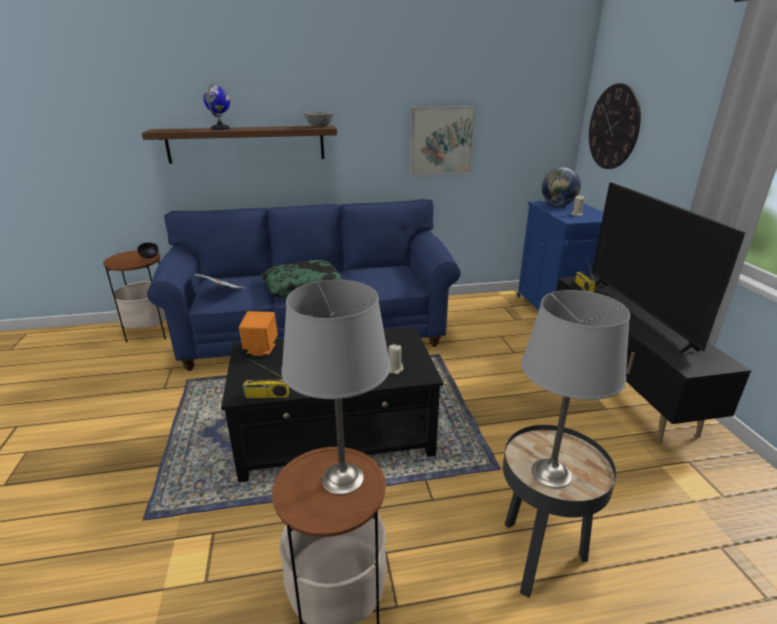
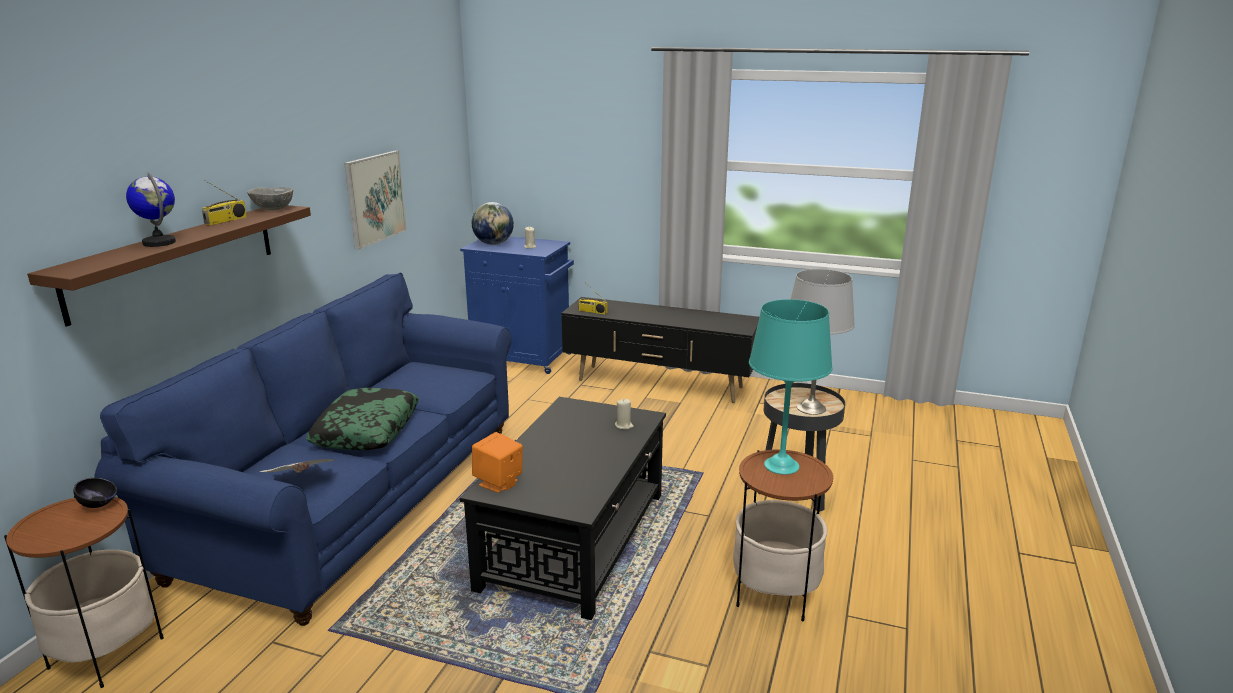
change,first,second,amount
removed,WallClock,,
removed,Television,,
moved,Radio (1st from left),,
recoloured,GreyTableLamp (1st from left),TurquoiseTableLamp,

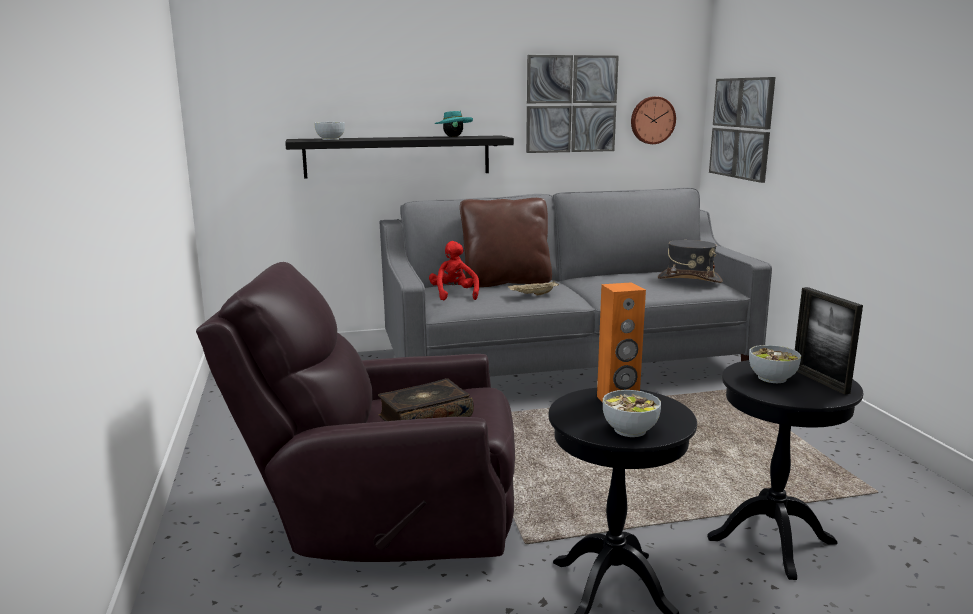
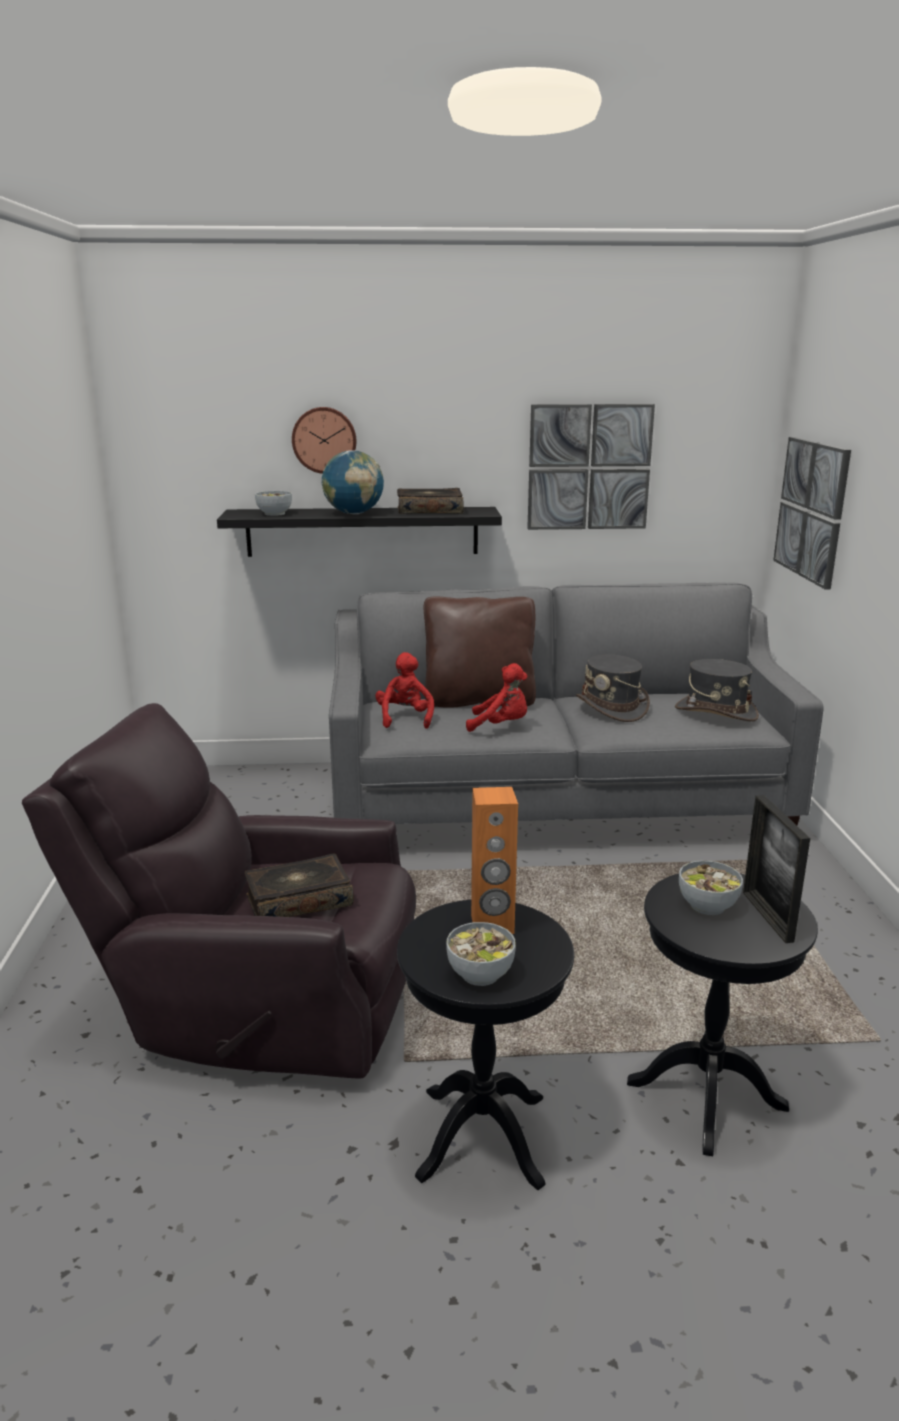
change,first,second,amount
added,,Globe,
added,,GreyHat (1st from left),
moved,WallClock,,
replaced,TurquoiseHat,Book (2nd from left),
replaced,BeigeTray,RedPlushToy (2nd from left),

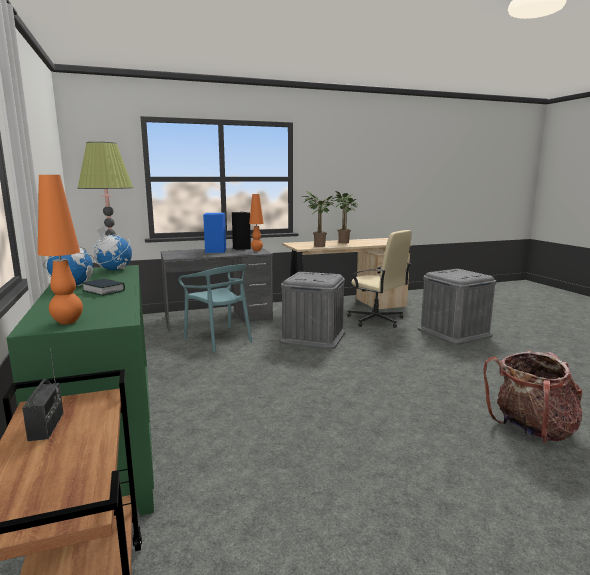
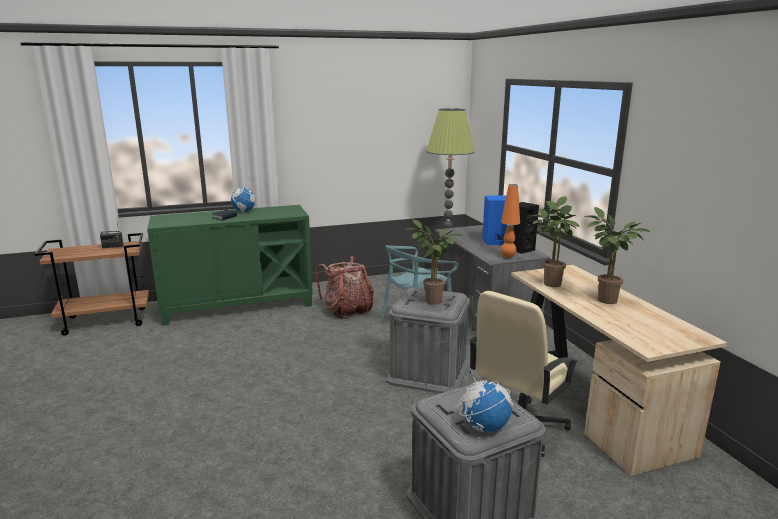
change,first,second,amount
removed,OrangeTableLamp (1st from left),,
added,,PottedPlant (1st from left),
moved,Globe (2nd from left),,
moved,Backpack,,

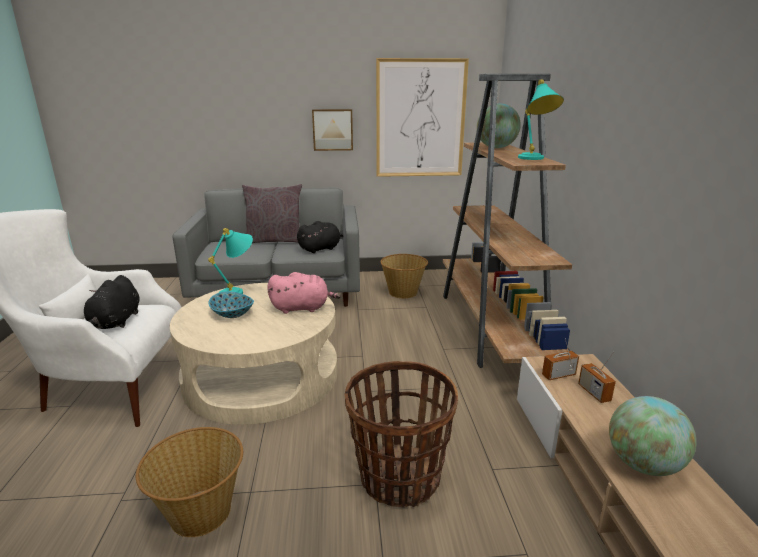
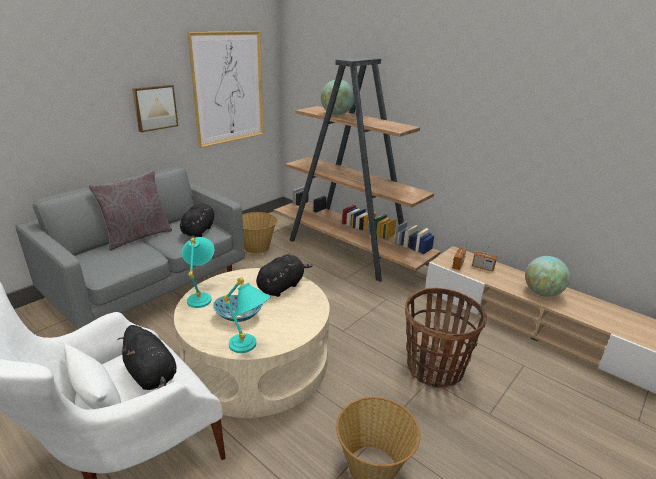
change,first,second,amount
moved,TurquoiseTableLamp (2nd from left),,
recoloured,PinkPlushToy,BlackPlushToy (3rd from left),

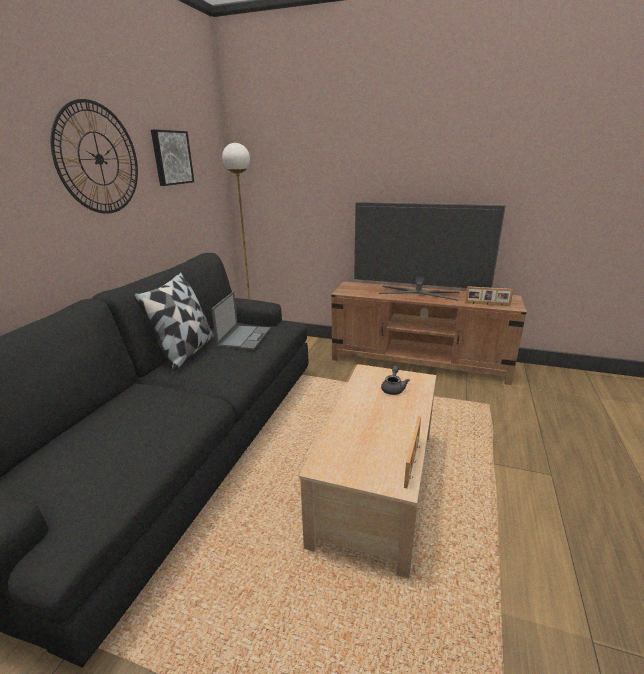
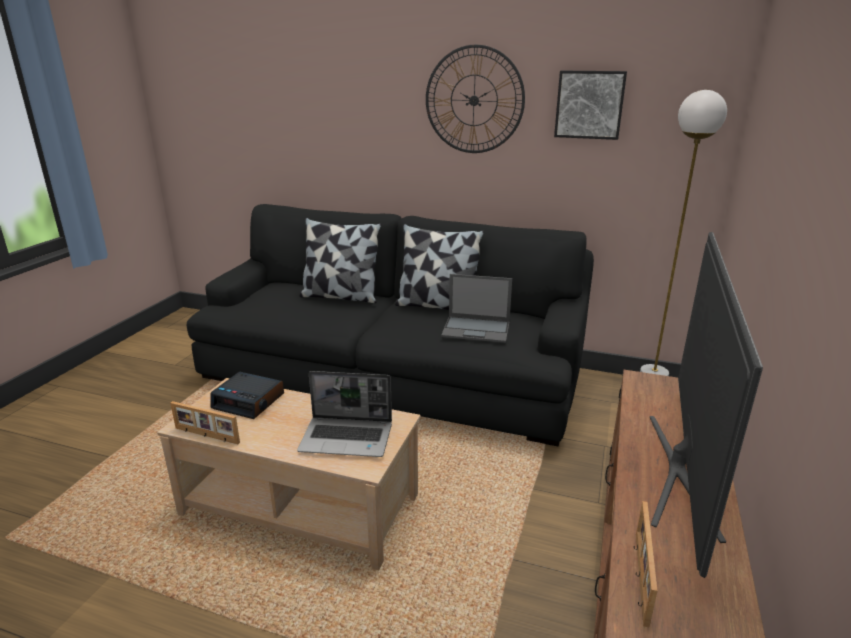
change,first,second,amount
added,,AlarmClock,
added,,Pillow (1st from left),
replaced,GreyTeapot,Laptop (1st from left),

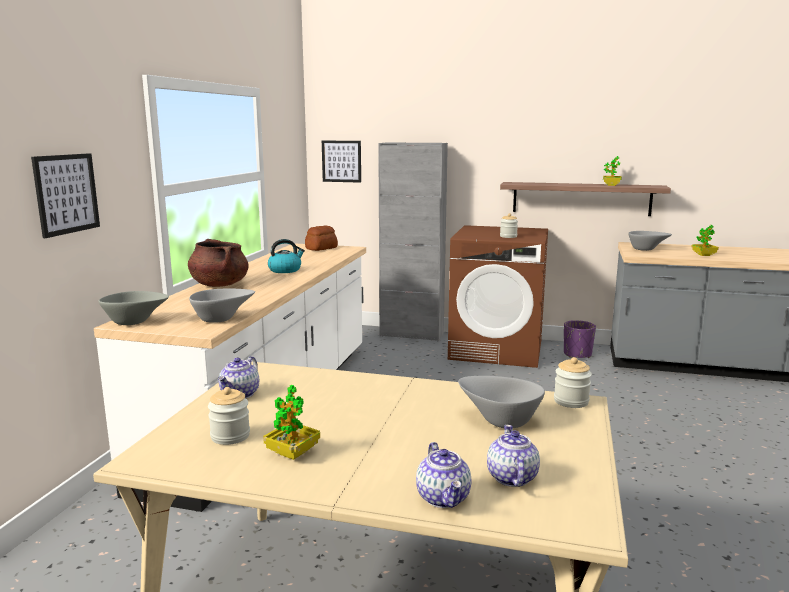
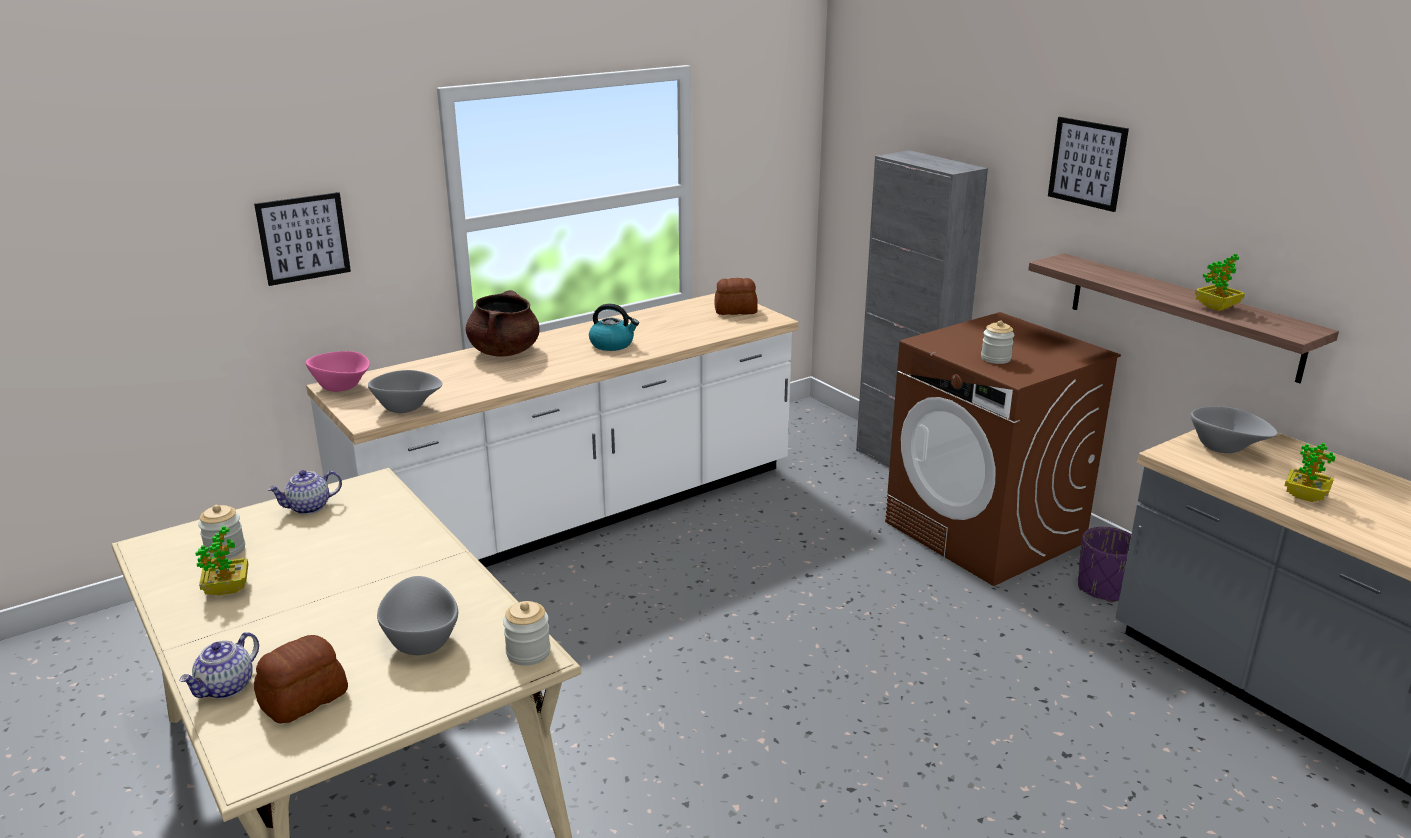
change,first,second,amount
moved,Picture (2nd from left),,
replaced,Teapot (3rd from left),Bread (1st from left),
recoloured,GreyBowl (1st from left),PinkBowl,

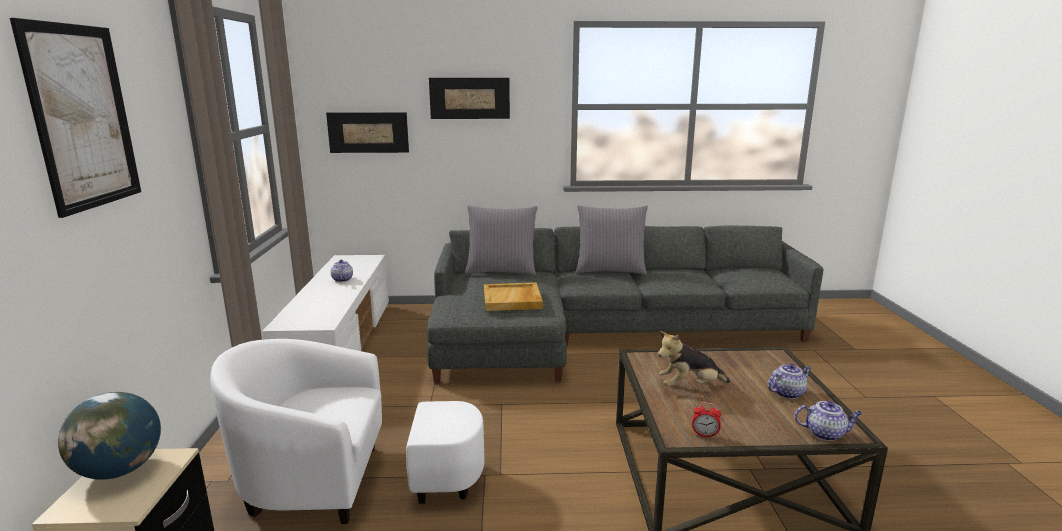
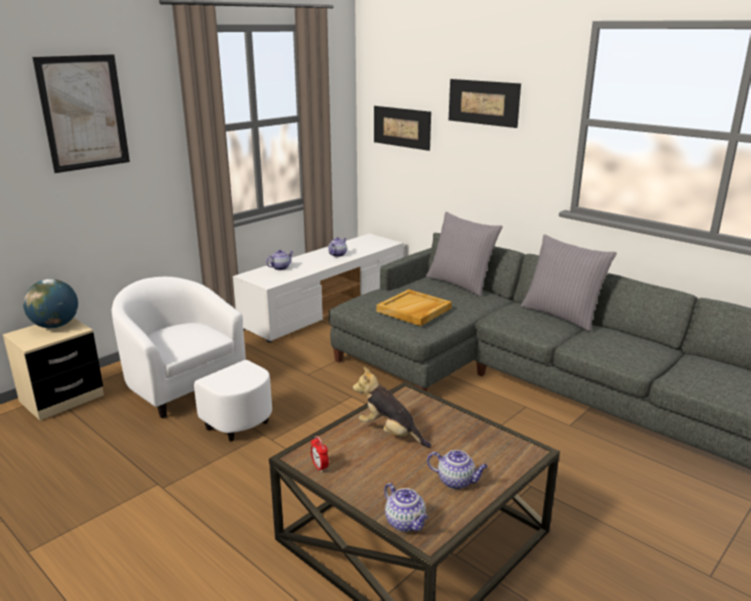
change,first,second,amount
added,,Teapot (1st from left),

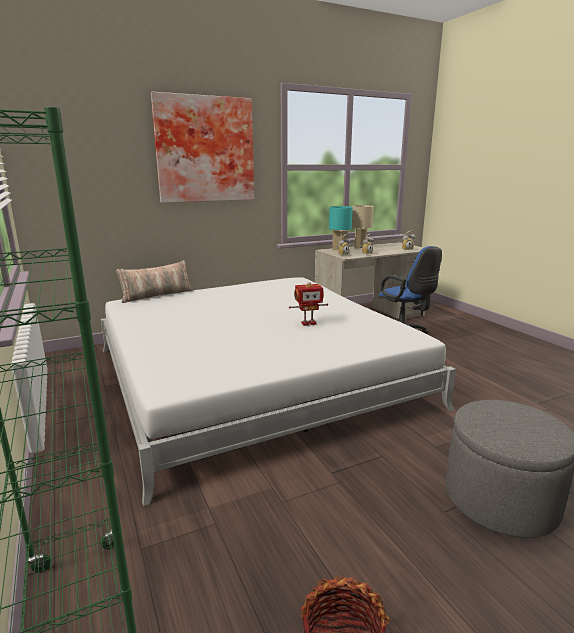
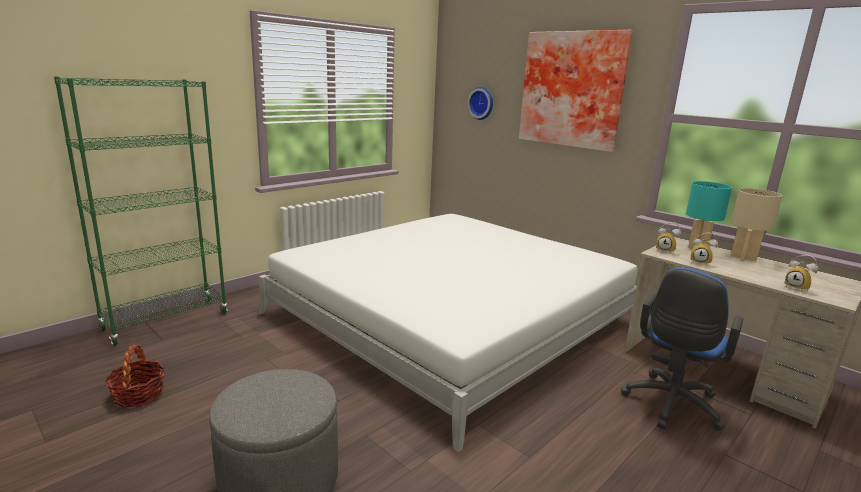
change,first,second,amount
removed,Pillow,,
removed,ToyRobot,,
added,,WallClock,

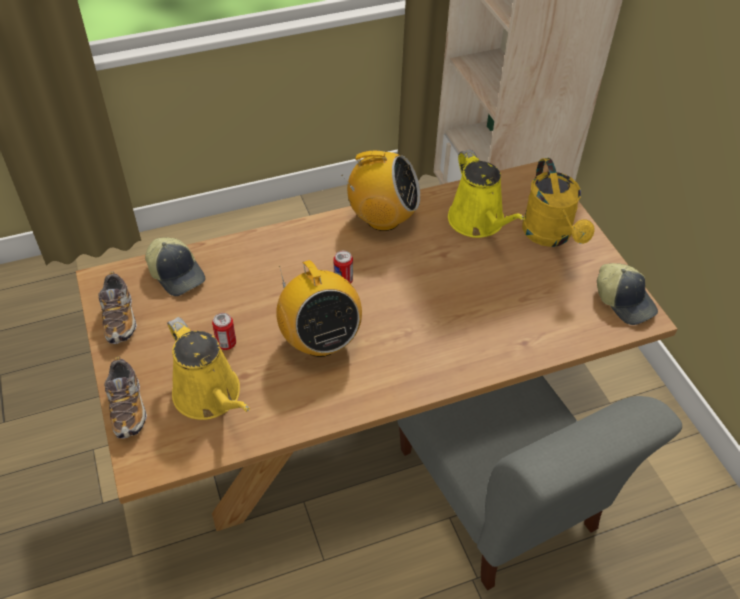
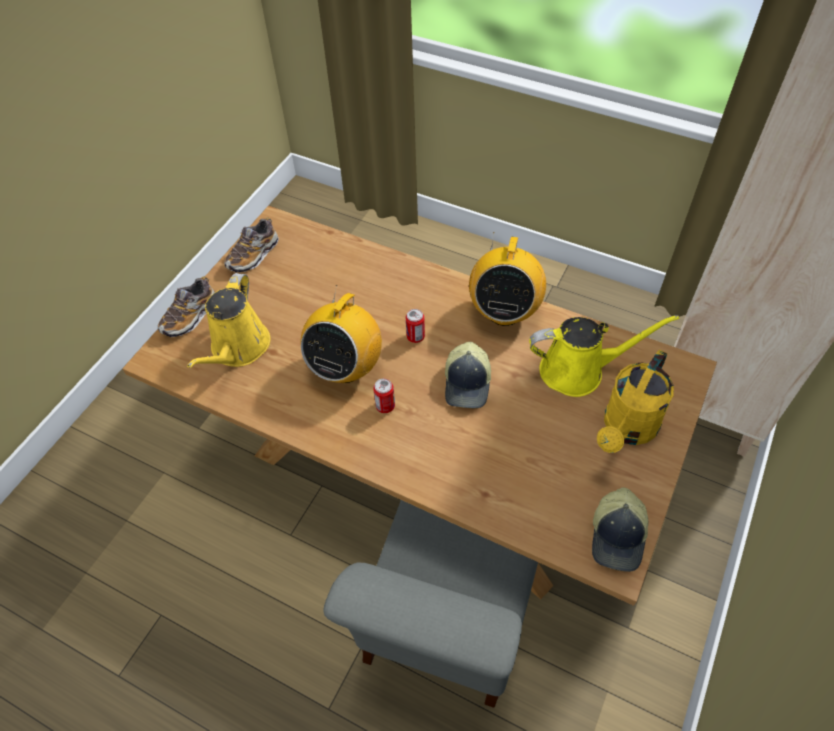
change,first,second,amount
moved,Cap (1st from left),,
moved,Can (1st from left),,
turned,Radio (2nd from left),,45 degrees clockwise
turned,YellowWateringCan (2nd from left),,120 degrees counterclockwise

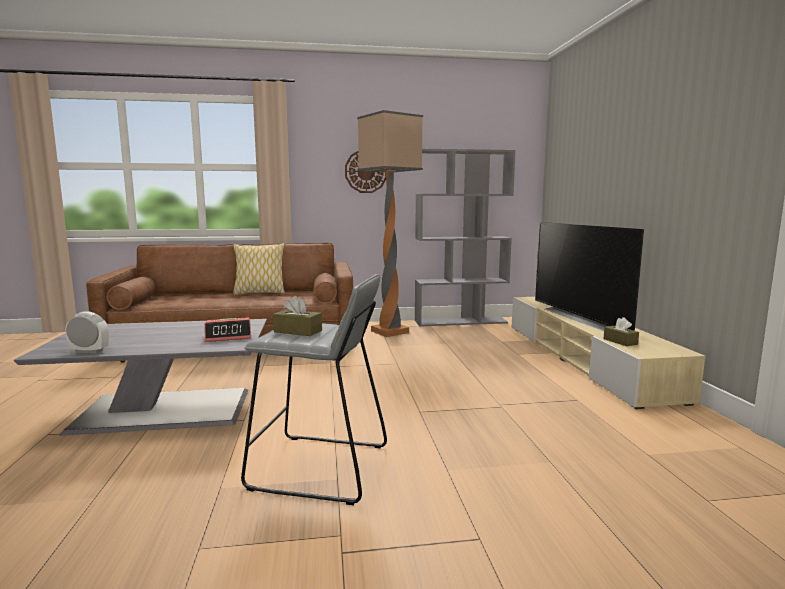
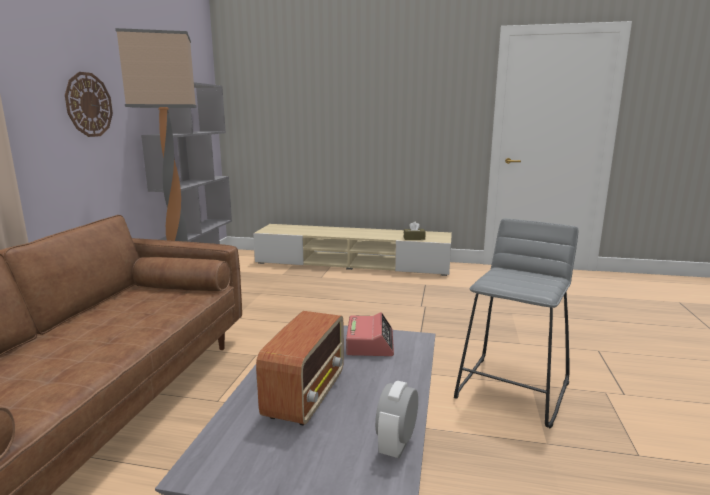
change,first,second,amount
removed,Pillow,,
removed,BrownTissueBox (1st from left),,
removed,Television,,
added,,Radio,

